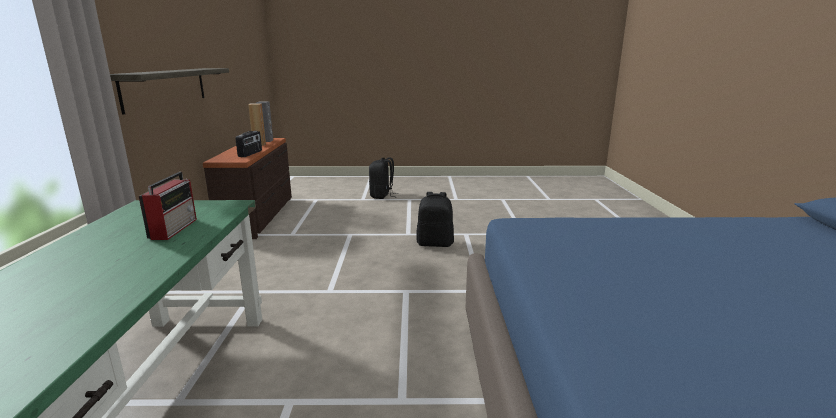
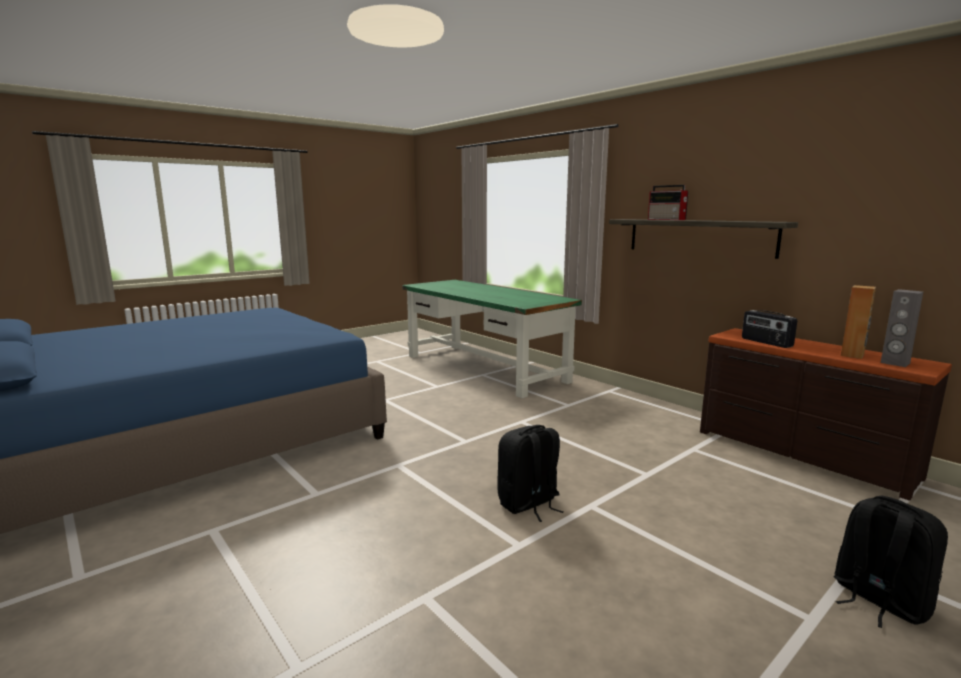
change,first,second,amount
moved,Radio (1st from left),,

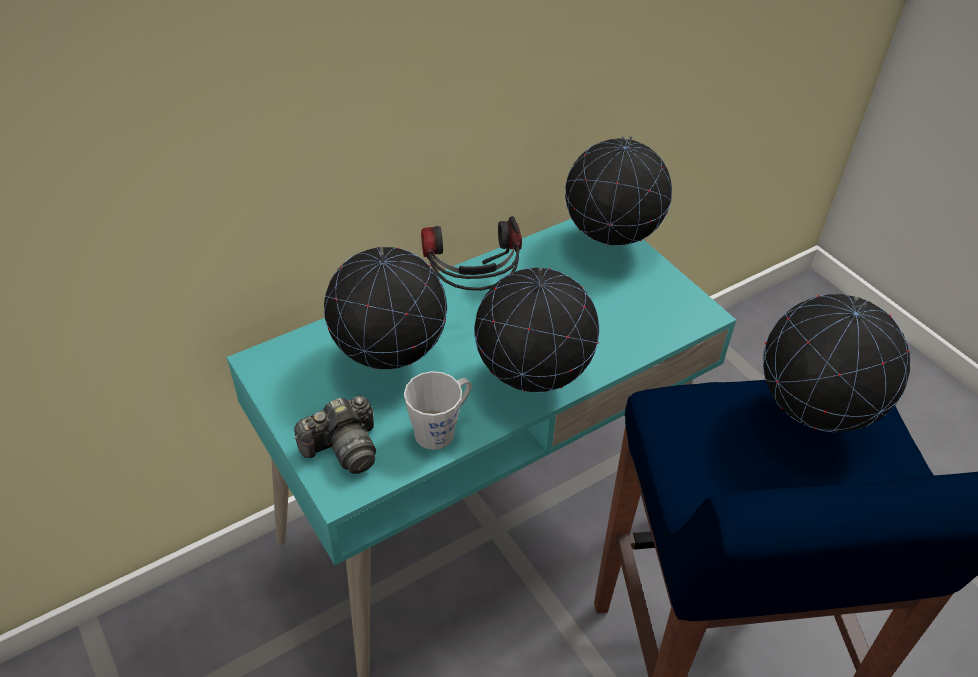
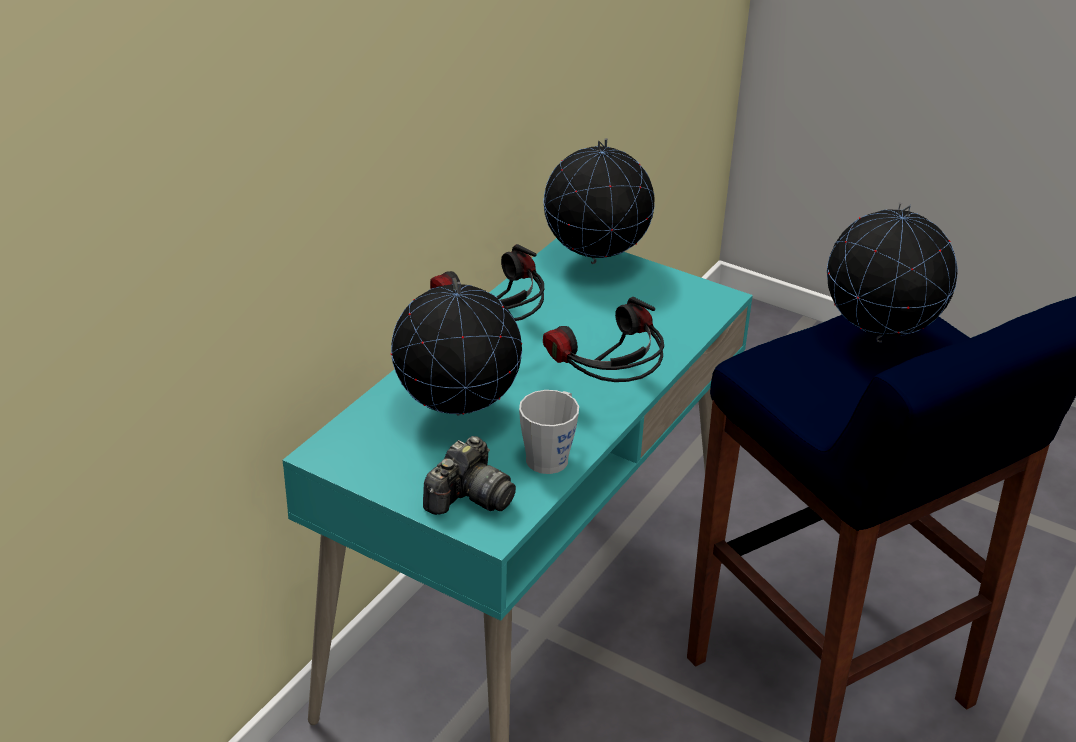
change,first,second,amount
replaced,Globe (2nd from left),Headphones (2nd from left),

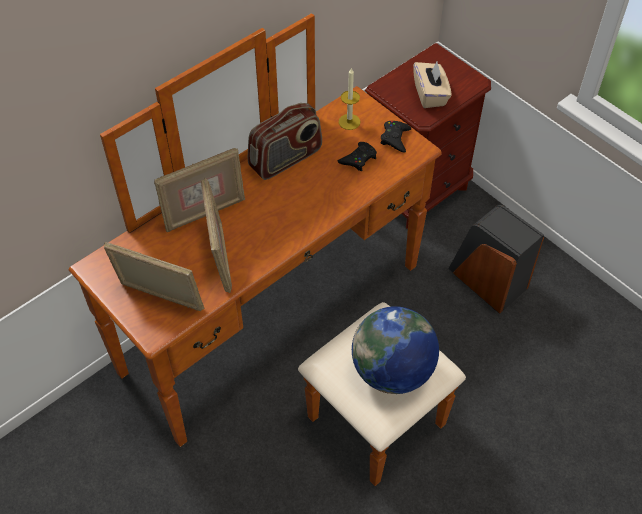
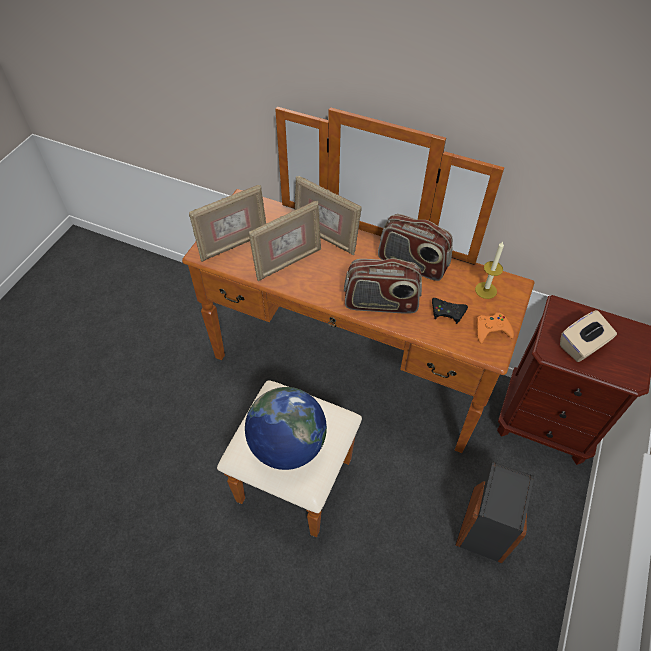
change,first,second,amount
added,,Radio (1st from left),
recoloured,BlackGameController (2nd from left),OrangeGameController,
turned,PictureFrame (1st from left),,60 degrees clockwise

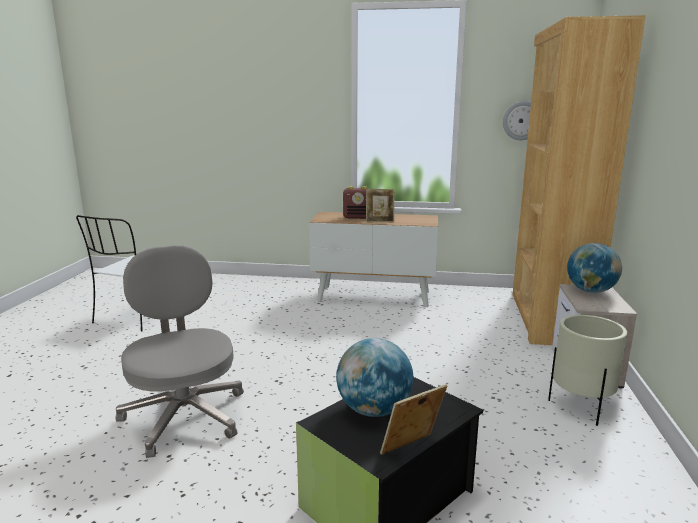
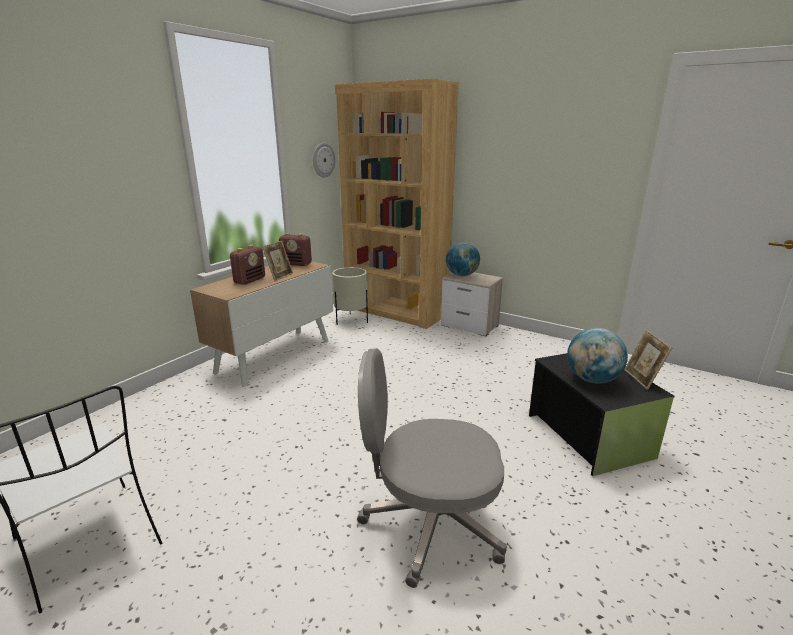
change,first,second,amount
added,,Radio (2nd from left),
moved,BeigePlanter,,

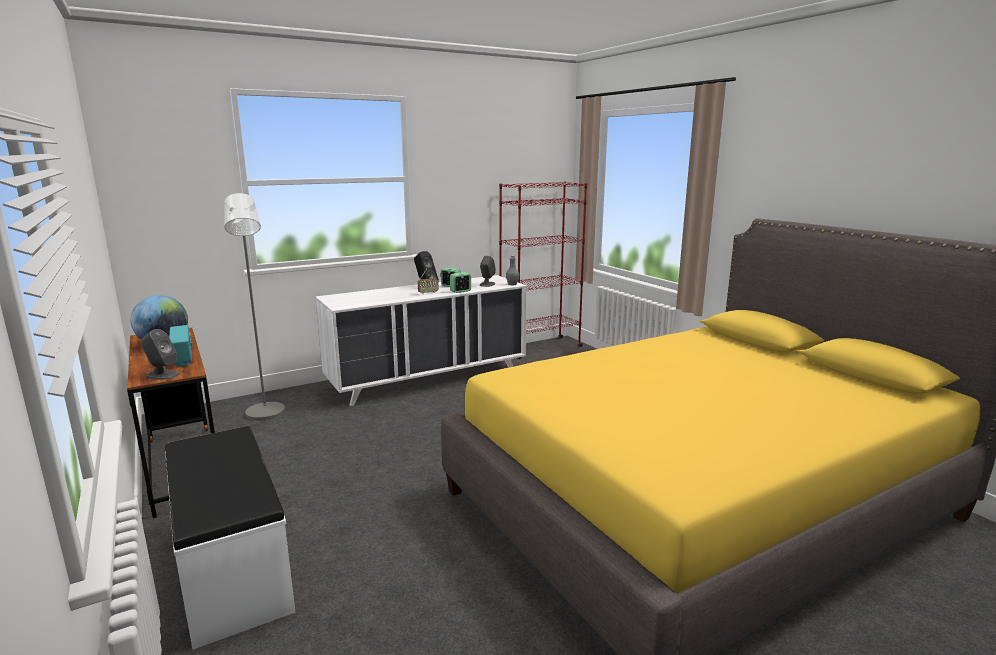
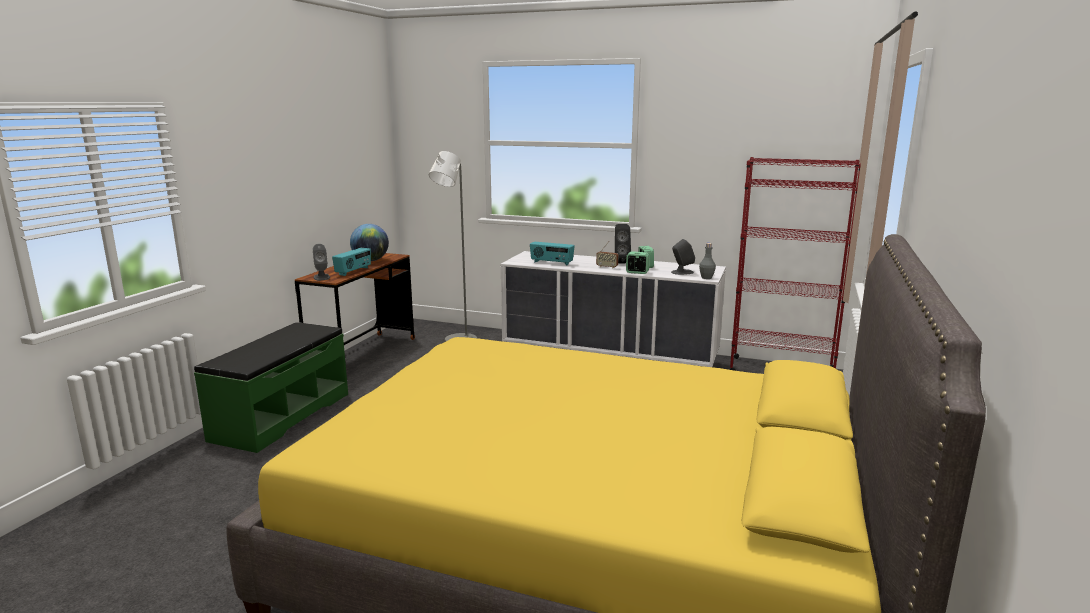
change,first,second,amount
added,,Radio (2nd from left),
recoloured,WhiteBench,GreenBench,

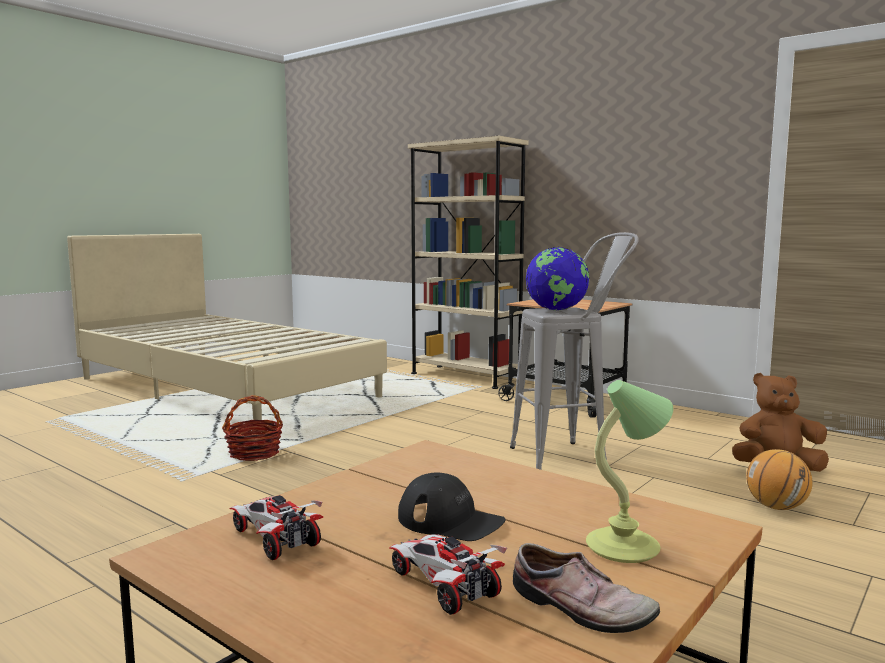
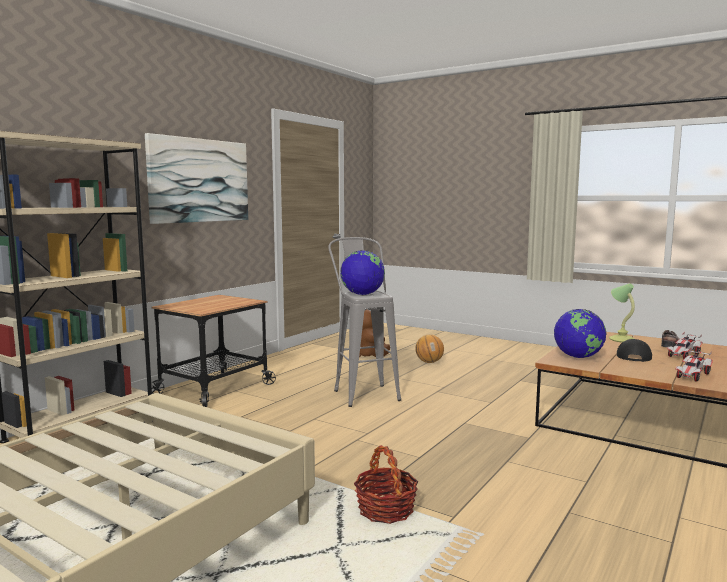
change,first,second,amount
added,,Picture,
added,,Globe (2nd from left),

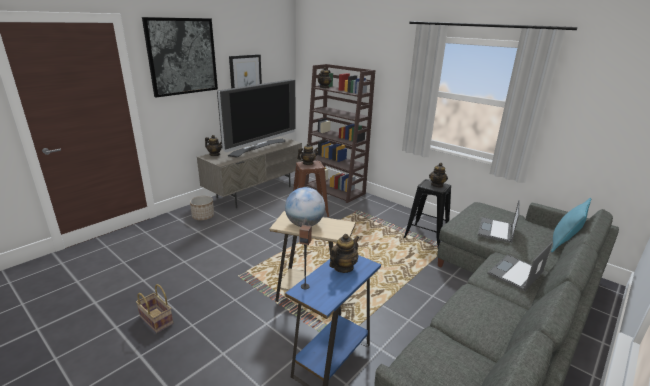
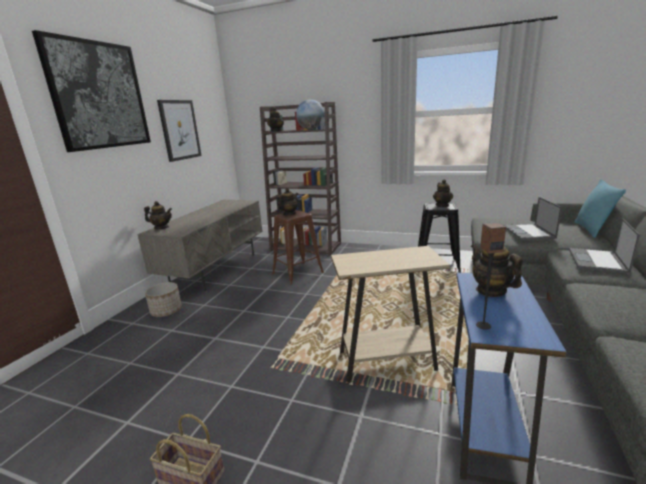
change,first,second,amount
removed,Television,,
moved,Globe,,
turned,Teapot (4th from left in the first image),Teapot (5th from left),45 degrees counterclockwise

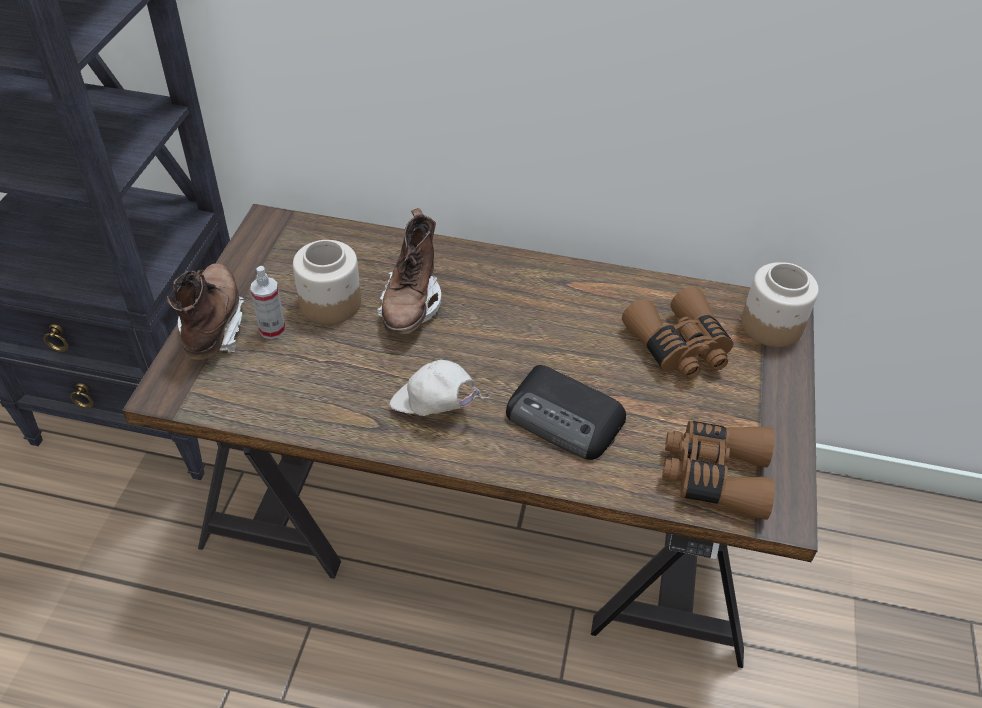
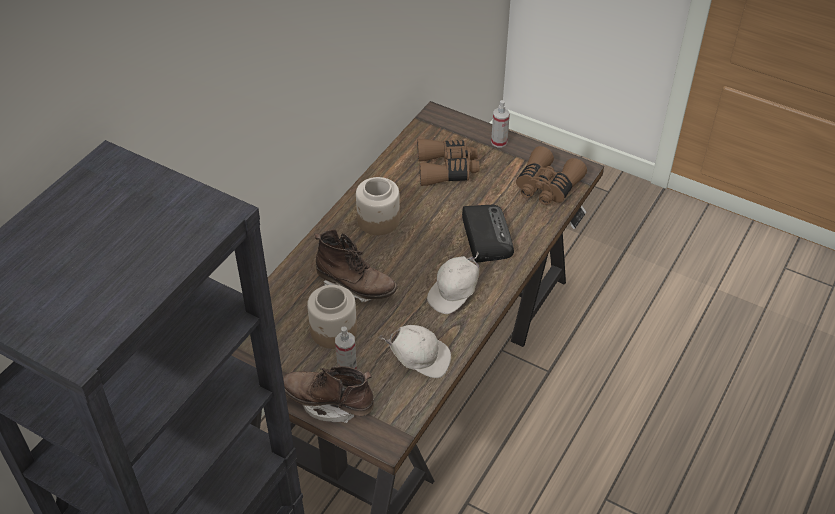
change,first,second,amount
added,,WhiteCap (1st from left),
added,,SprayBottle (2nd from left),
moved,Jar (2nd from left),,
turned,Radio,,60 degrees counterclockwise

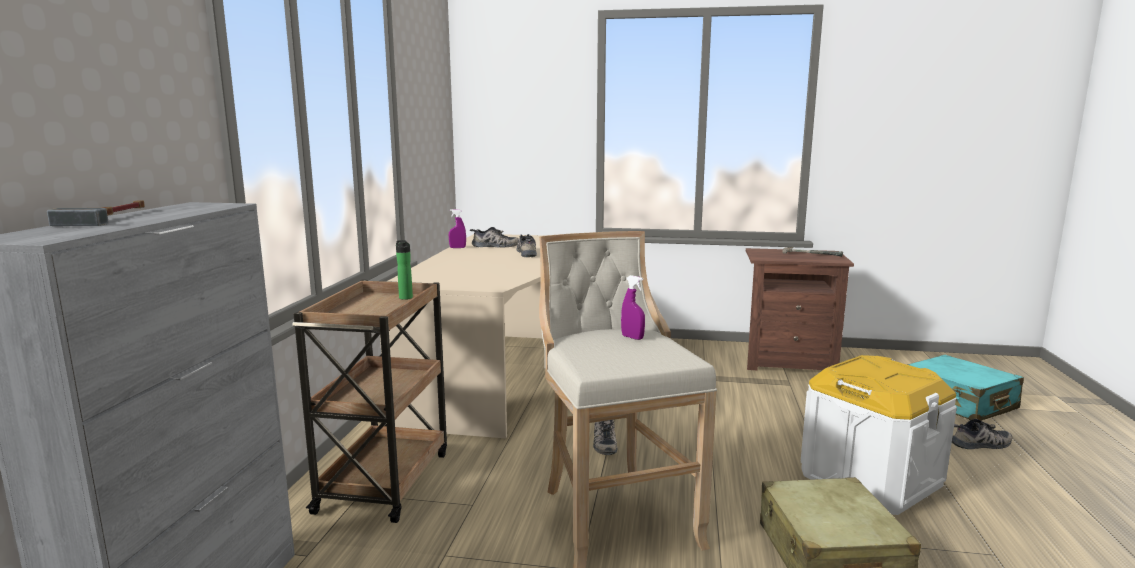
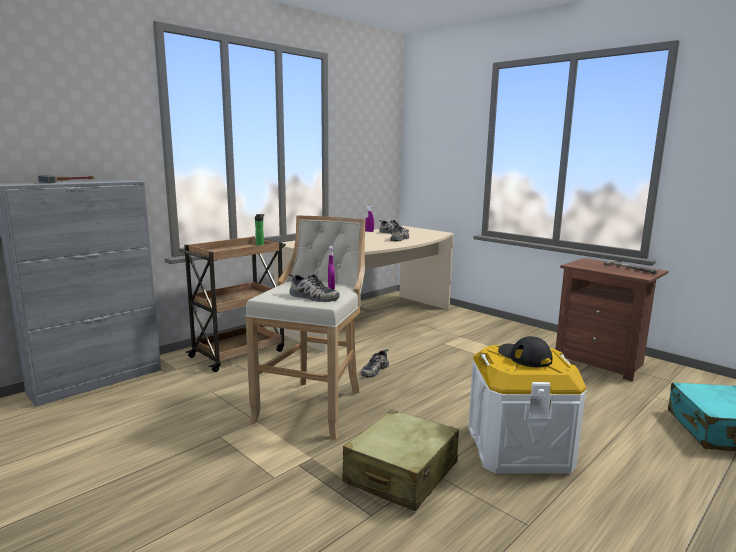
change,first,second,amount
added,,BlackCap,
moved,Shoe (4th from left in the first image),Shoe (1st from left),

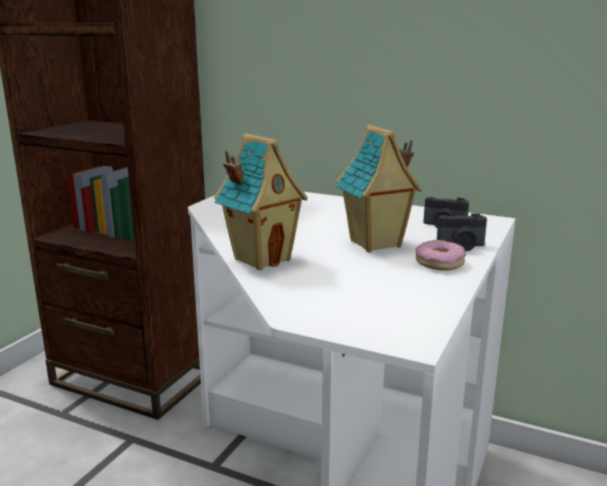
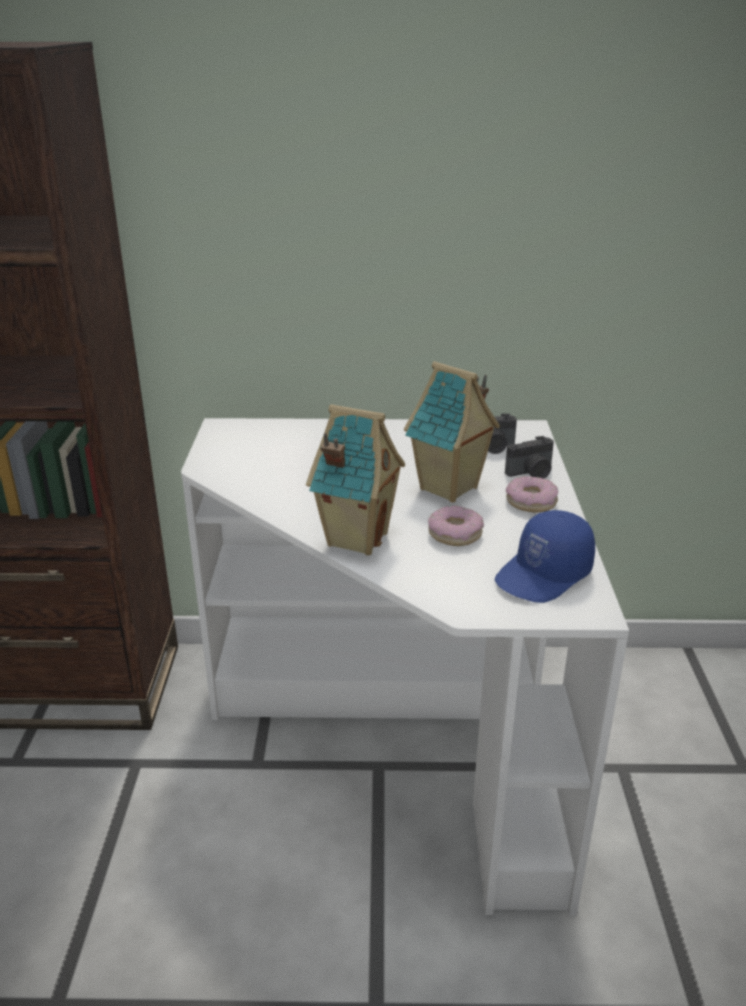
change,first,second,amount
added,,Donut (1st from left),
added,,BlueCap,

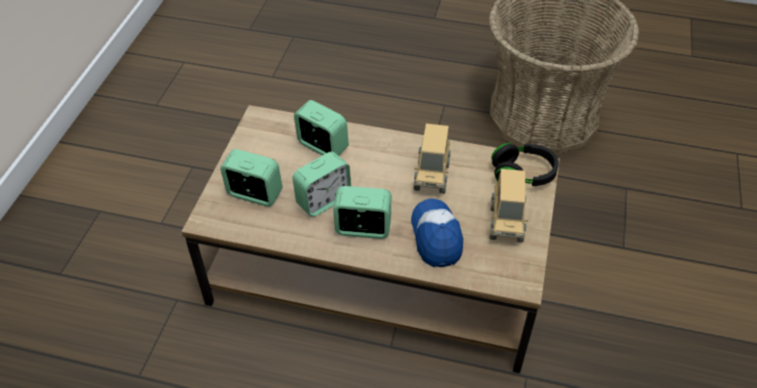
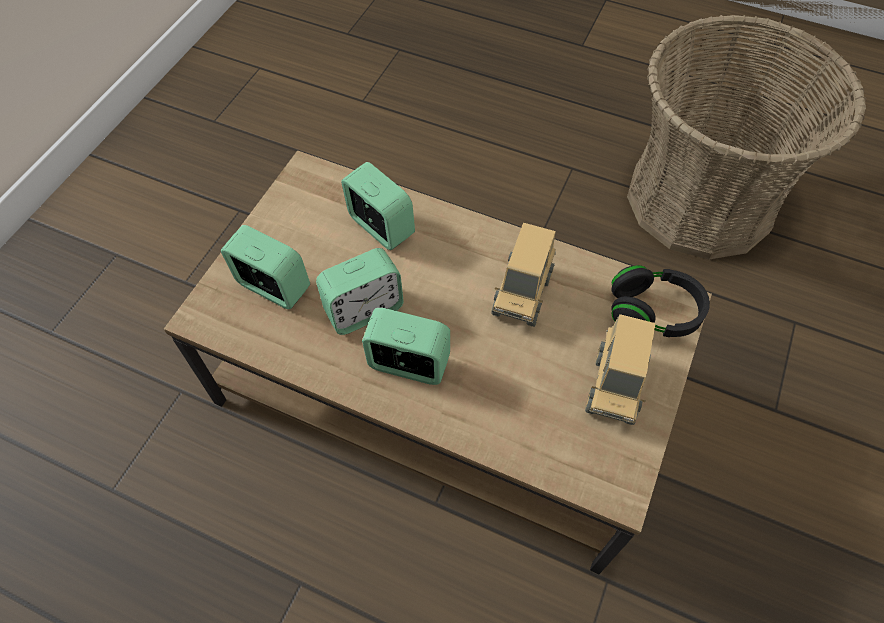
change,first,second,amount
removed,Cap,,

